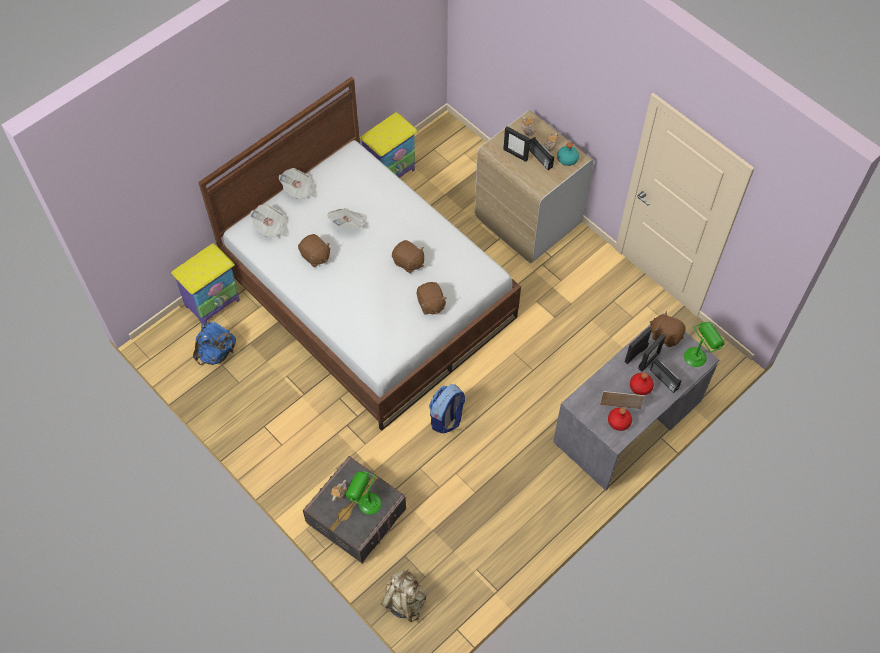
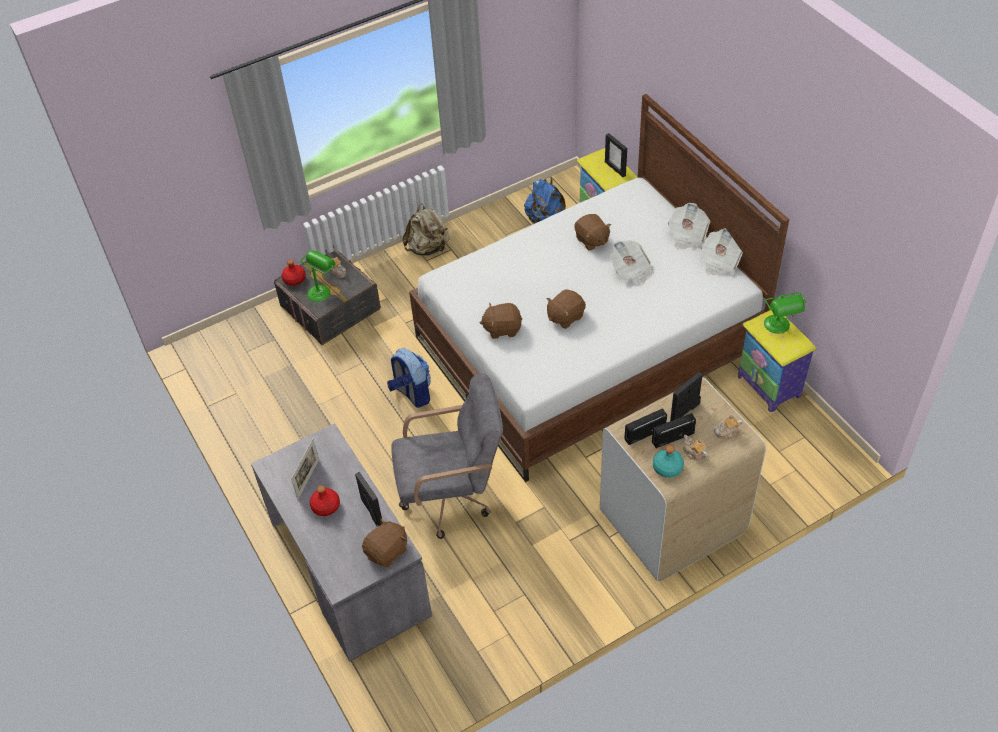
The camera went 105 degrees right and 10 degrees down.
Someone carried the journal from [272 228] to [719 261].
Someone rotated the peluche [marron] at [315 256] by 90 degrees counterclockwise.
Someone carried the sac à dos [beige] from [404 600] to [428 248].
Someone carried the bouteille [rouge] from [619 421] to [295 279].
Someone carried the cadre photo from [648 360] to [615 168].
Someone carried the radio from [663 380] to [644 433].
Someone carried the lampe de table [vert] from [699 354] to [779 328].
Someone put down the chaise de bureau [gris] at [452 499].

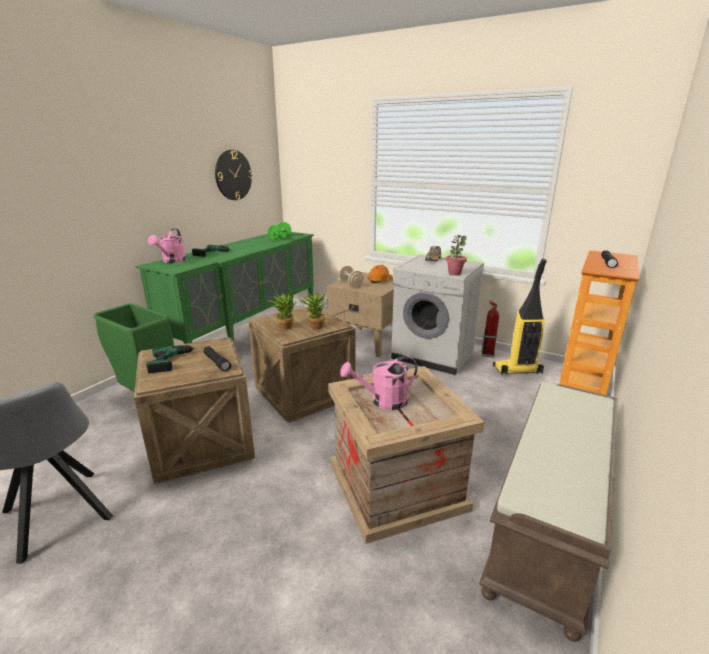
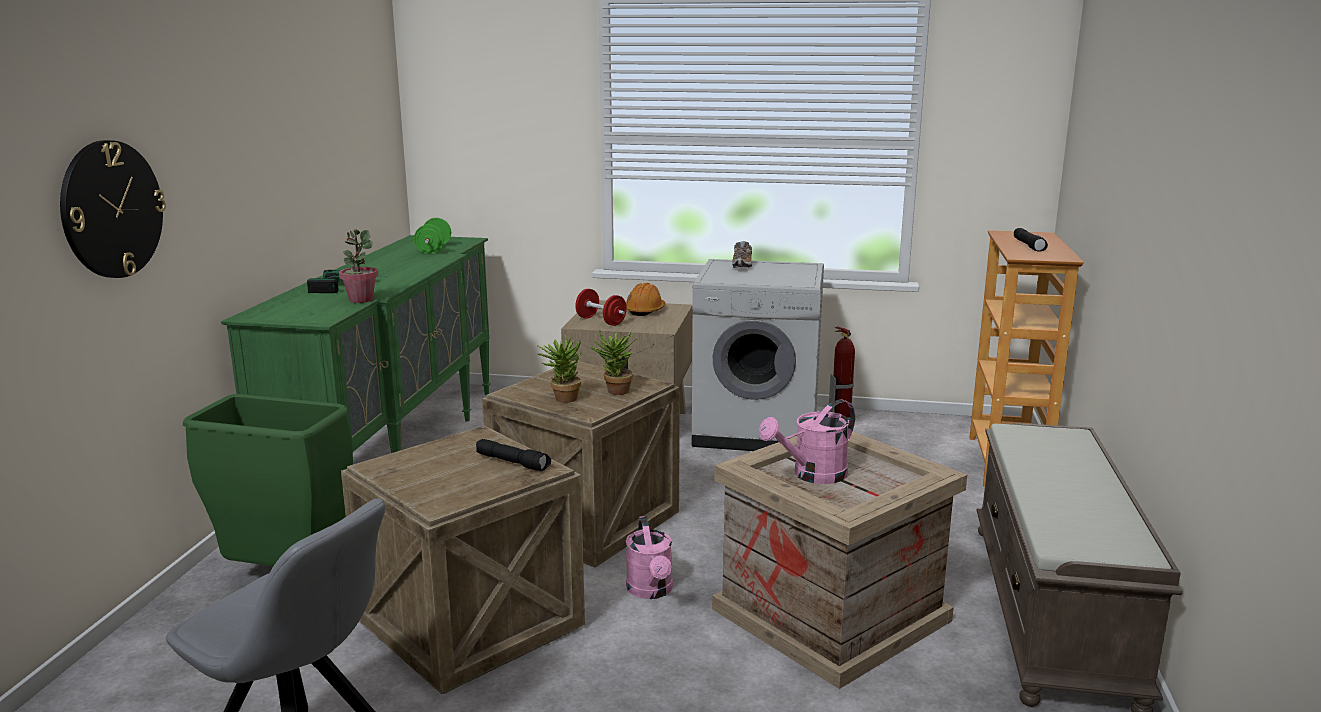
The camera went 20 degrees left and 5 degrees down.
Someone took away the perceuse at [176 361].
Someone carried the arrosoir [rose] from [172 261] to [651 591].
Someone carried the horloge murale from [233 175] to [112 209].
Someone repainted the haltère [beige] at [351 284], which became the haltère [rouge] at [601 321].
Someone carried the plante en pot from [454 273] to [361 300].
Someone took away the aspirateur at [517 370].

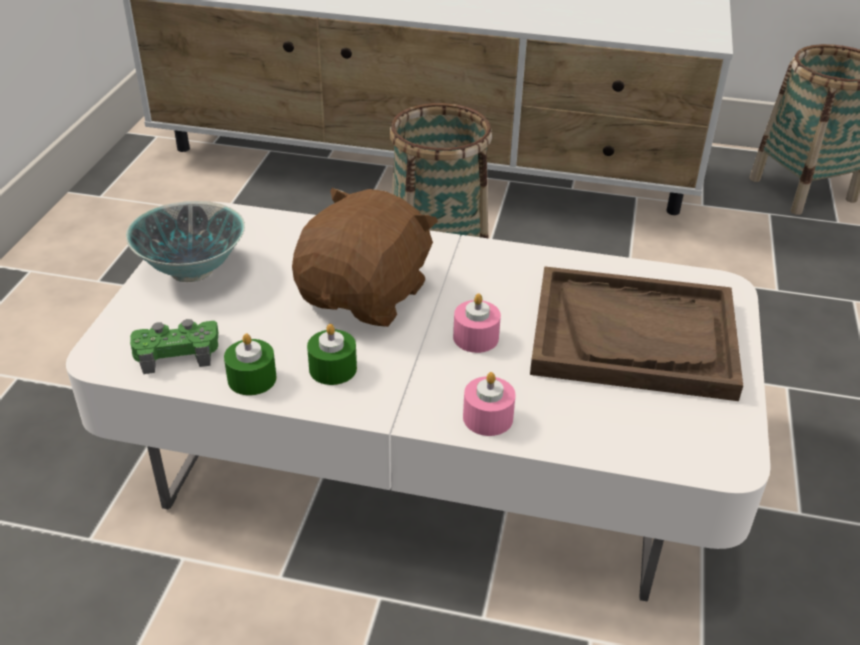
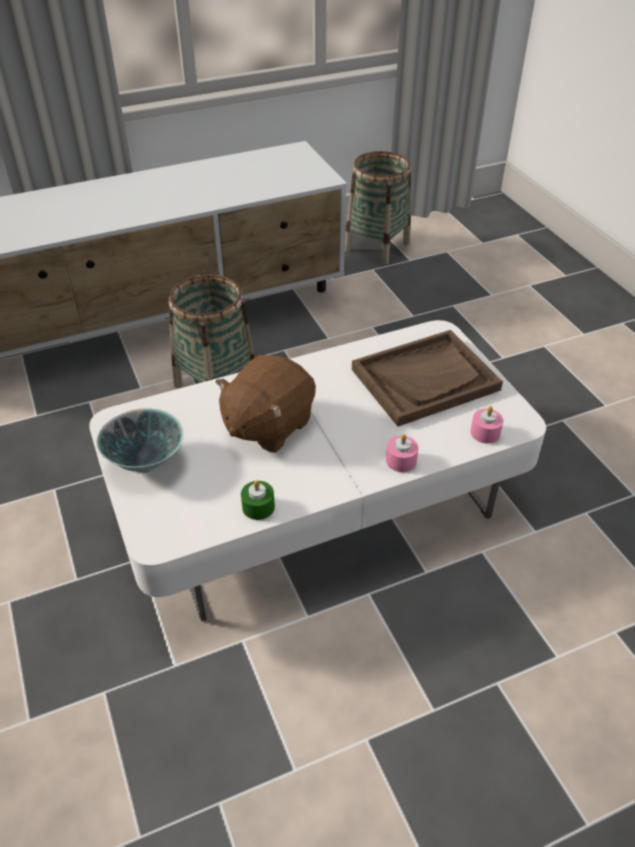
The camera went 35 degrees left and 5 degrees up.
Someone took away the manette [vert] at [177 352].
Someone rotated the peluche [marron] at [366 296] by 135 degrees counterclockwise.
Someone took away the bougie [vert] at [333 368].
Someone carried the bougie [rose] from [476 337] to [485 433].

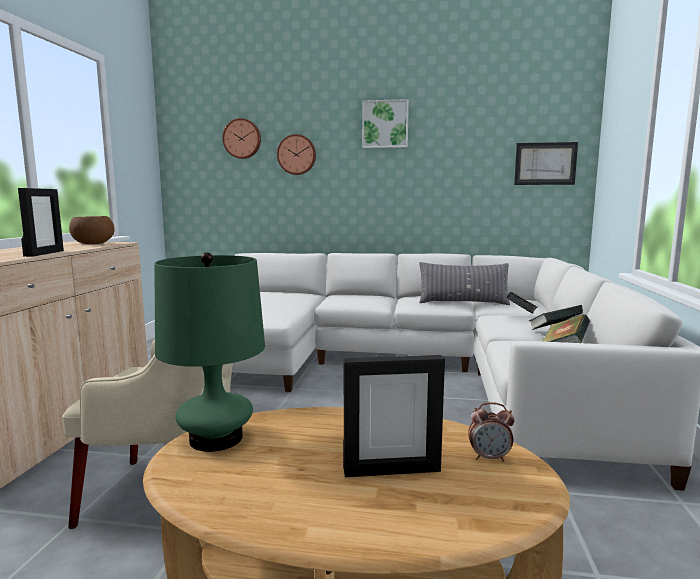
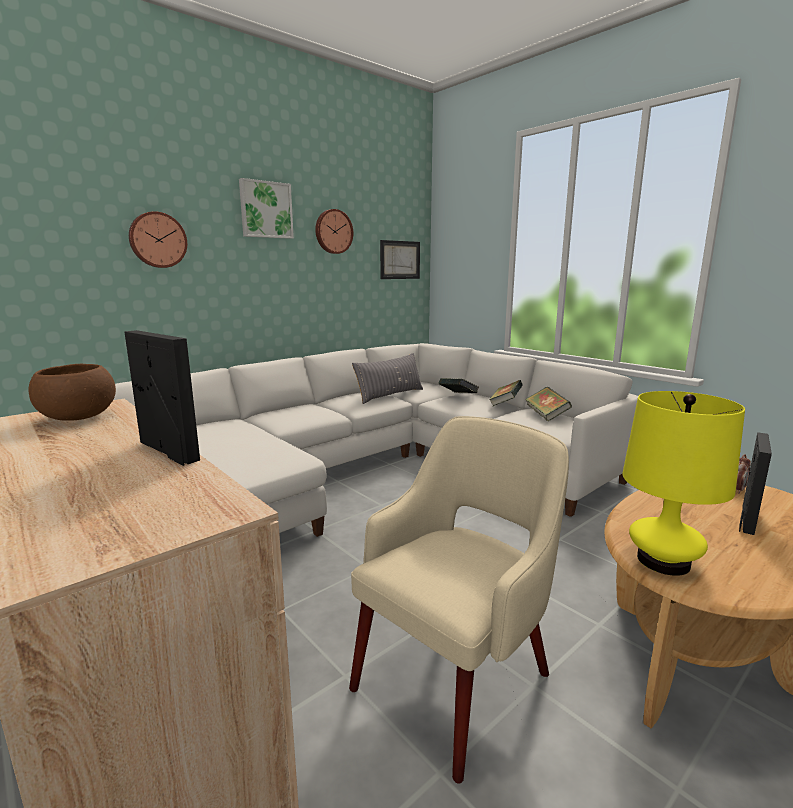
The camera went 50 degrees left and 5 degrees up.
Someone repainted the lampe de table [vert] at [216 438], which became the lampe de table [jaune] at [663 561].
Someone carried the horloge murale from [242 139] to [333 231].

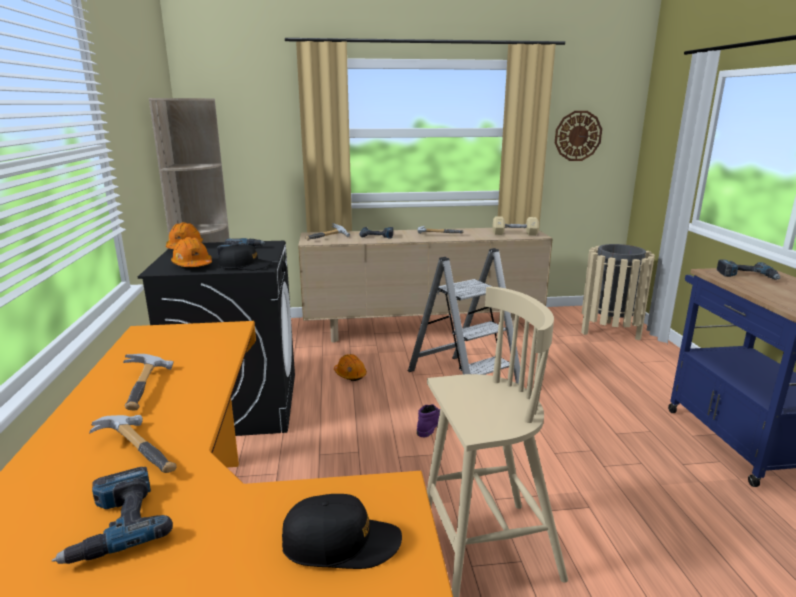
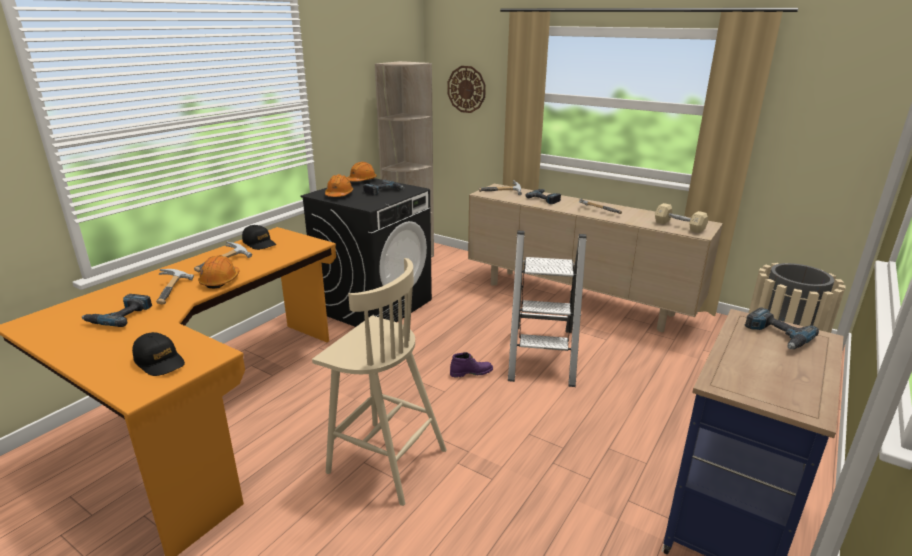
The camera went 40 degrees right and 5 degrees up.
Someone carried the casquette [noir] from [245 266] to [259 243].
Someone carried the casque de chantier [orange] from [350 374] to [220 281].
Someone carried the horloge murale from [577 136] to [466 89].

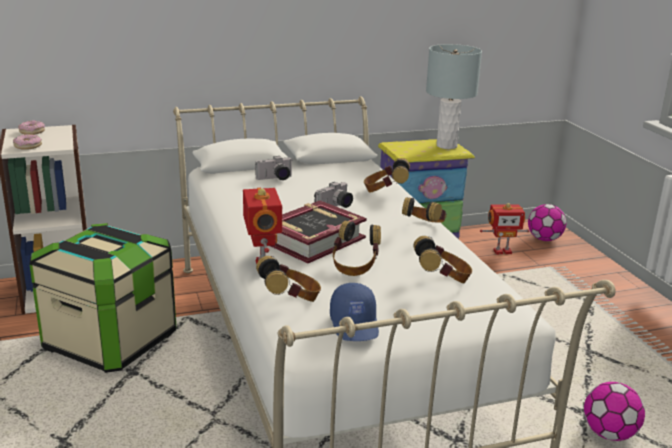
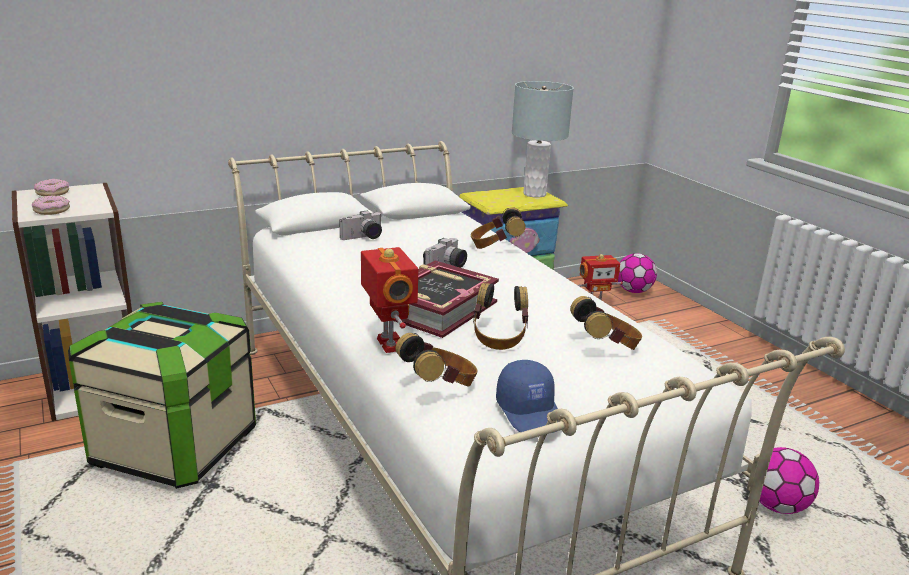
The camera went 10 degrees left and 0 degrees up.
Someone took away the casque audio at [424 228].

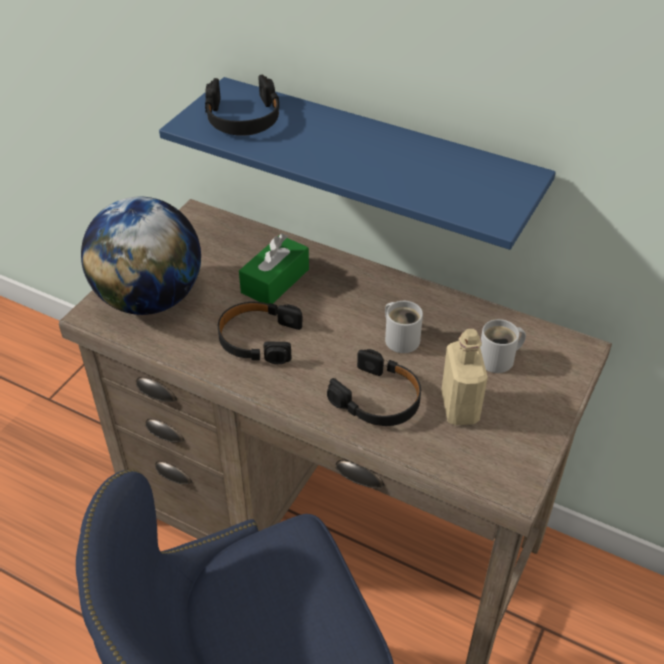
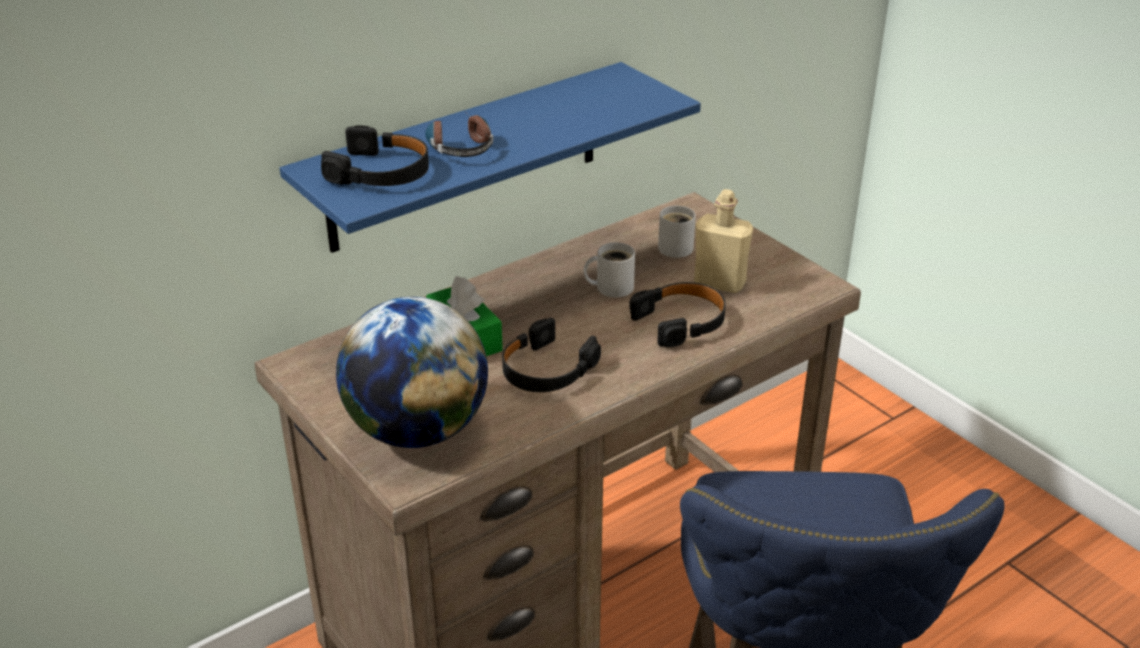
The camera went 65 degrees left and 10 degrees down.
Someone put down the casque audio at [459 145].

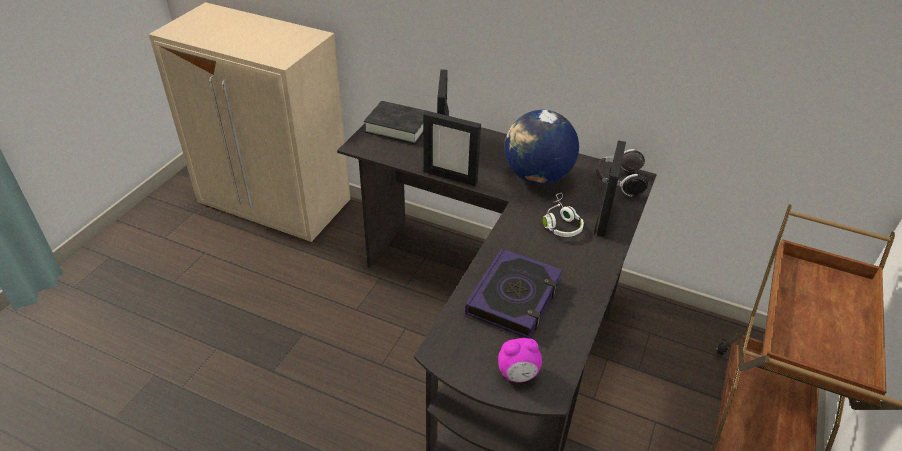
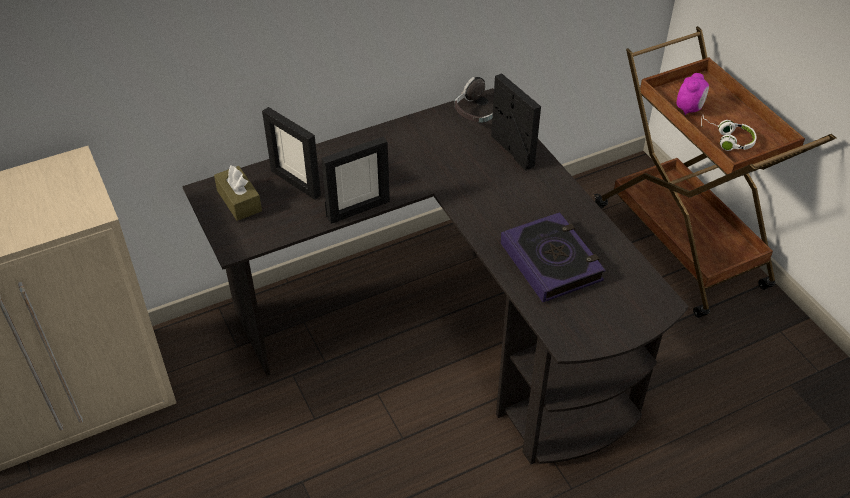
The camera went 50 degrees left and 5 degrees up.
Someone swapped the livre [noir] at [398 127] for the boîte à mouchoirs [marron] at [239 201].
Someone carried the réveil from [518 374] to [689 108].
Someone took away the globe at [537 176].
Someone carried the casque audio [blanc] from [560 223] to [726 139].

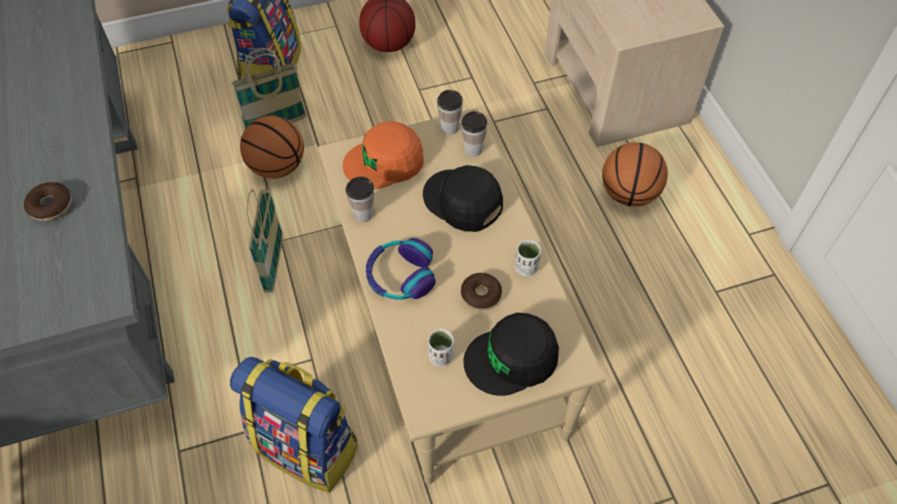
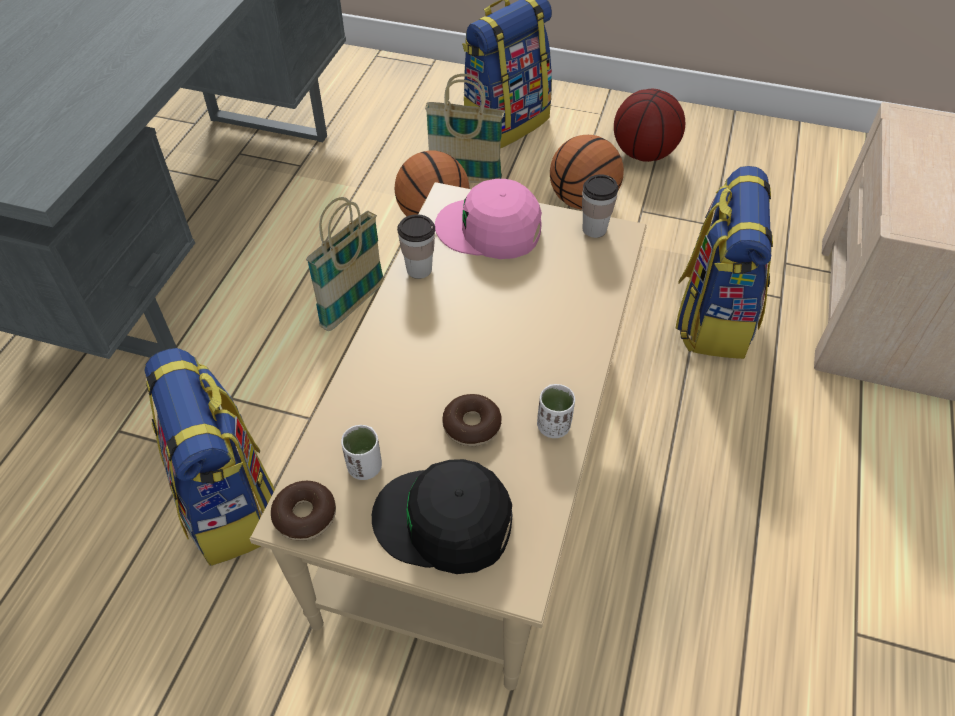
The camera went 35 degrees right and 5 degrees down.
Someone carried the beignet from [51 206] to [305 515].
Someone repainted the casquette [orange] at [385 162], which became the casquette [rose] at [490 229].
Someone took away the casque audio at [400 276].
Someone took away the casquette [noir] at [463 201].
Someone took away the tasse at [473 149].
Someone carried the ballon de basket from [629 194] to [582 201].
Someone put down the sac à dos at [712 317].

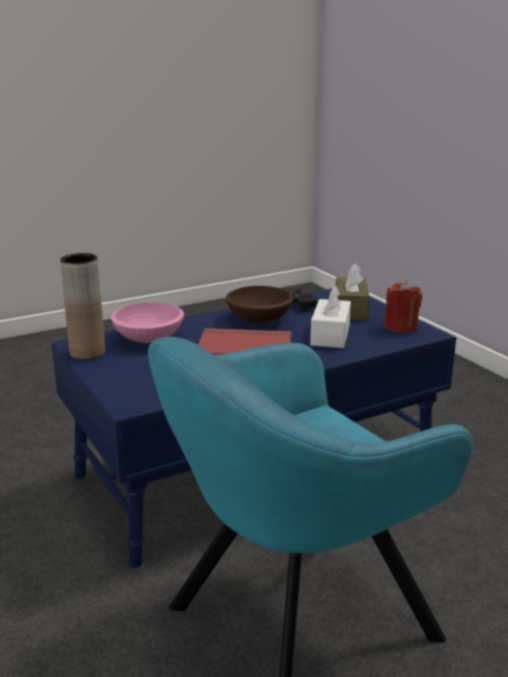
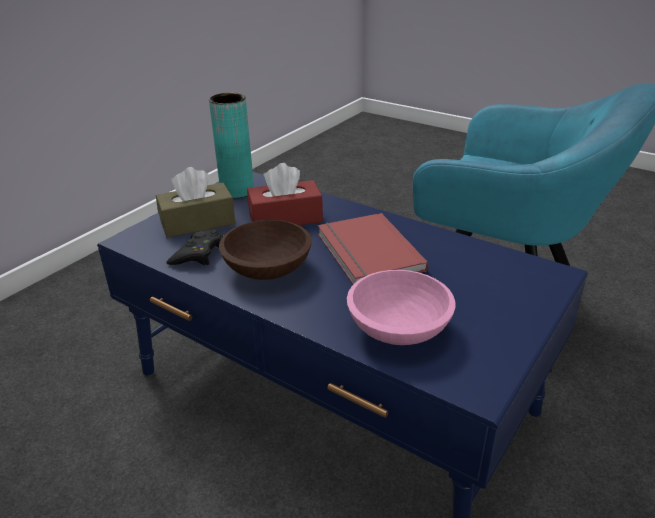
The camera went 115 degrees left and 10 degrees up.
Someone took away the vase [marron] at [87 353].
Someone repainted the boîte à mouchoirs [blanc] at [330 335], which became the boîte à mouchoirs [rouge] at [285 218].
Someone swapped the bougie [rouge] at [400 327] for the vase [turquoise] at [237 191].

